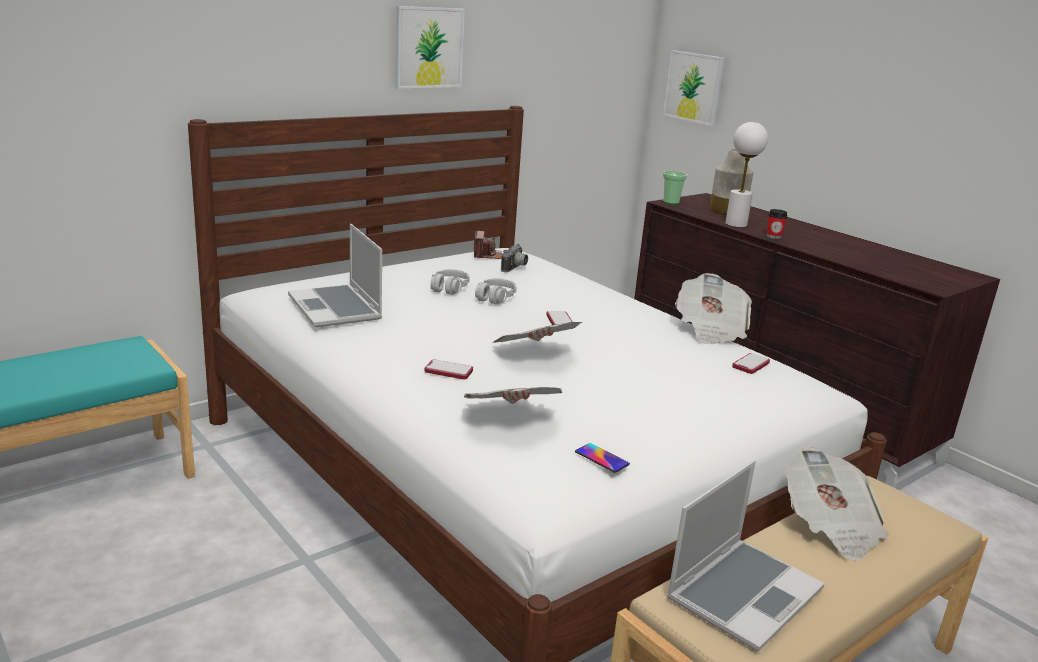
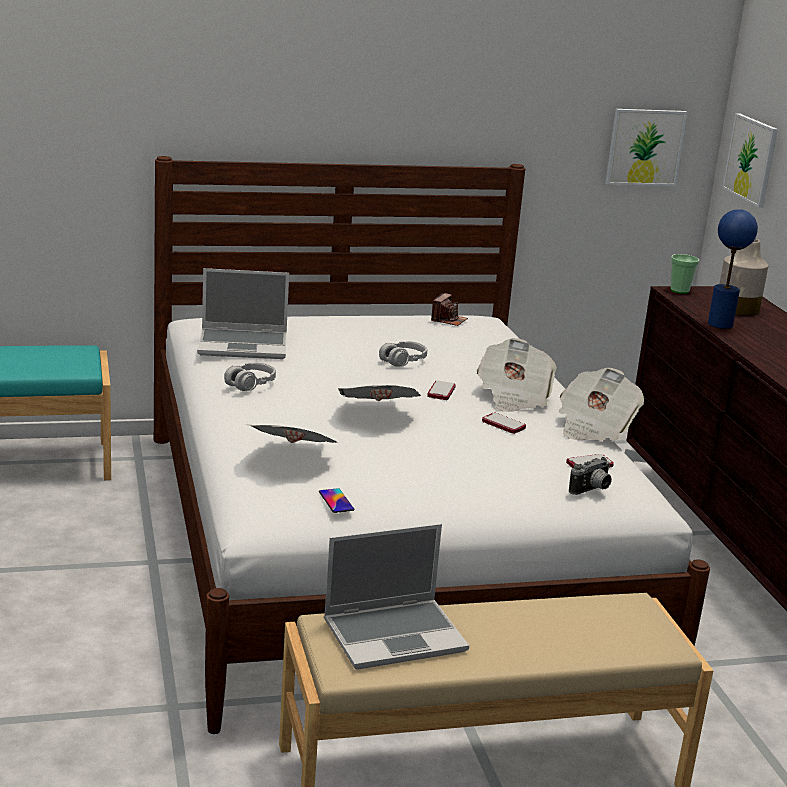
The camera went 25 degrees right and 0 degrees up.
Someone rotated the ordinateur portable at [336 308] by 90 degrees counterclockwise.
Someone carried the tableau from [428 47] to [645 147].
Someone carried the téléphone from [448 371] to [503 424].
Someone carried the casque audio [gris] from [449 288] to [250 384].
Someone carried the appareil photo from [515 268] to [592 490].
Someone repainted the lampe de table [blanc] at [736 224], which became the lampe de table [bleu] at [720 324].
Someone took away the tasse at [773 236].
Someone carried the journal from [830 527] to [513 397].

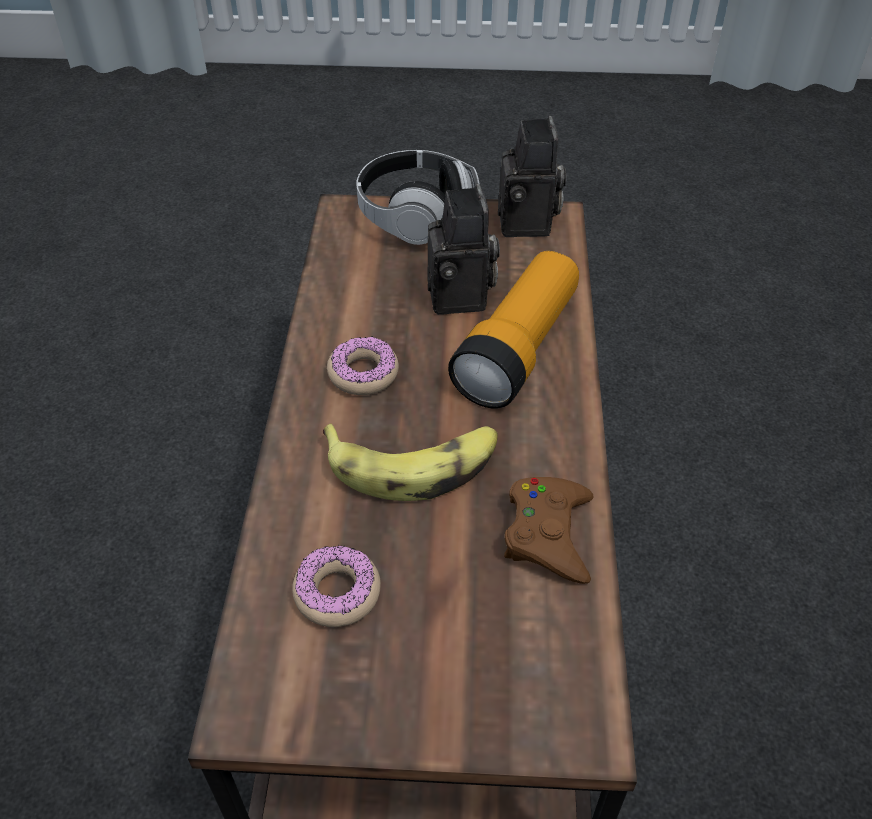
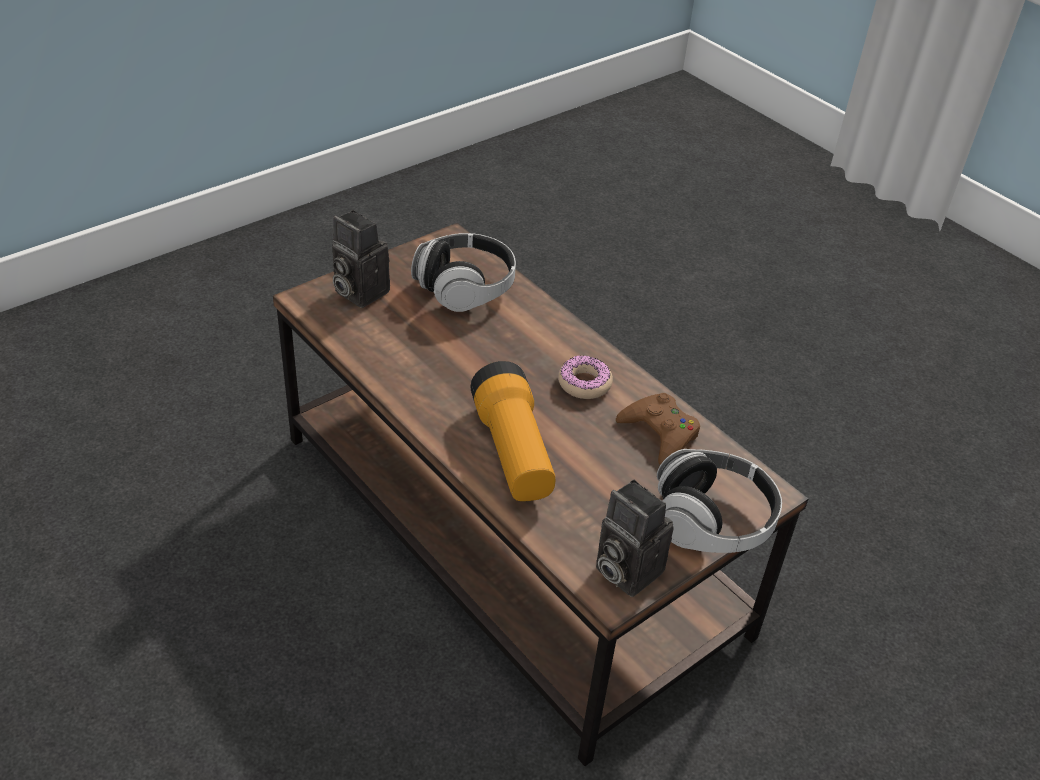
The camera went 135 degrees right and 5 degrees down.
Someone swapped the beignet at [337 593] for the casque audio at [465 288].
Someone took away the banane at [414 464].
Someone carried the appareil photo from [462 298] to [357 291].
Someone carried the manette [marron] from [548 534] to [659 433].

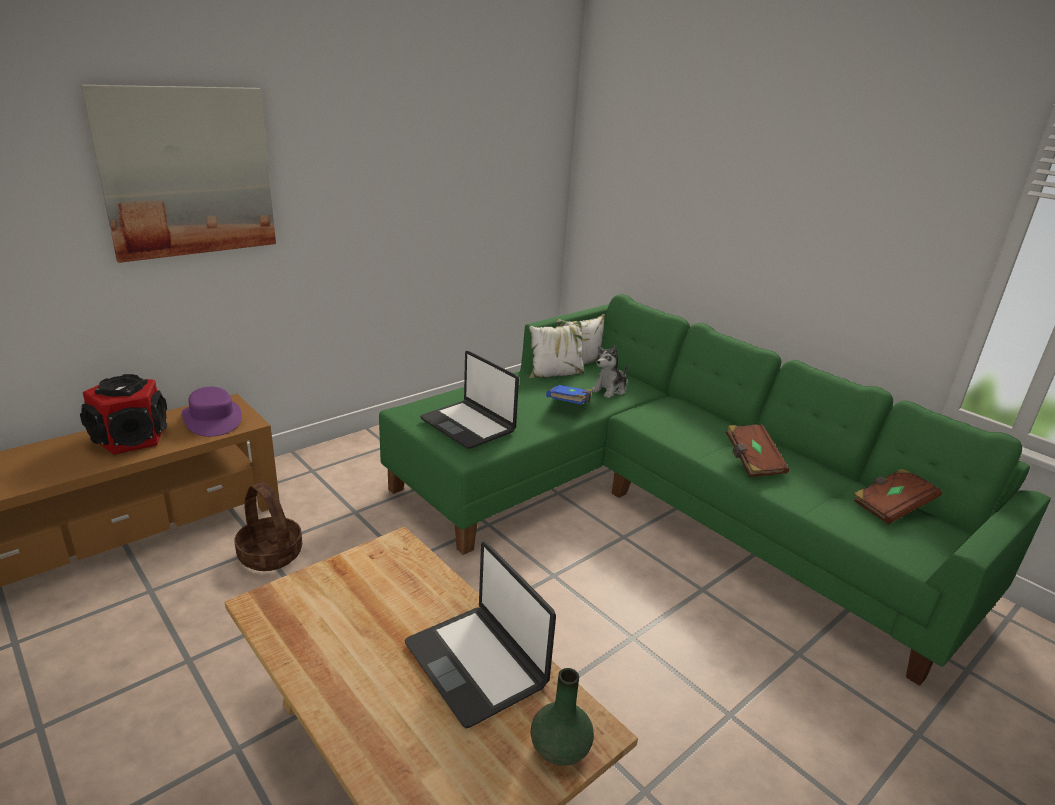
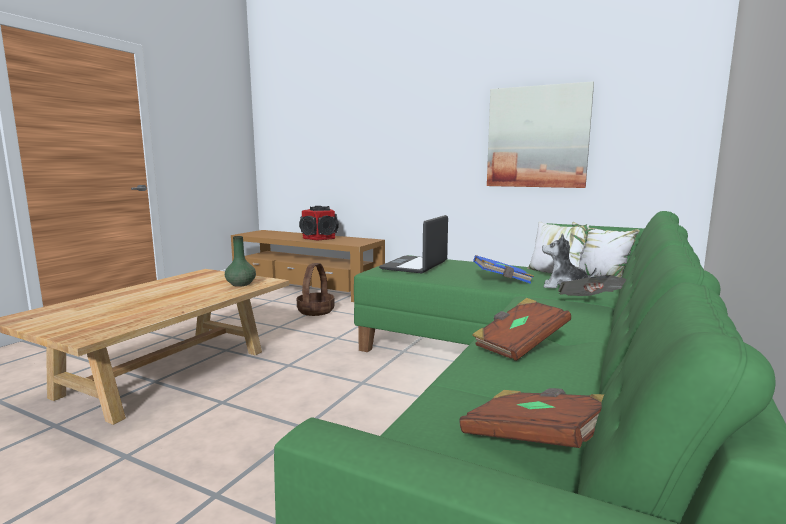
The camera went 70 degrees right and 15 degrees down.
Someone carried the tableau from [188 172] to [537 137].
Someone took away the chapeau [violet] at [213 419].
Someone took away the ordinateur portable at [476 664].
Someone carried the vase [vert] from [559 748] to [240 284].
Someone put down the journal at [589 304].

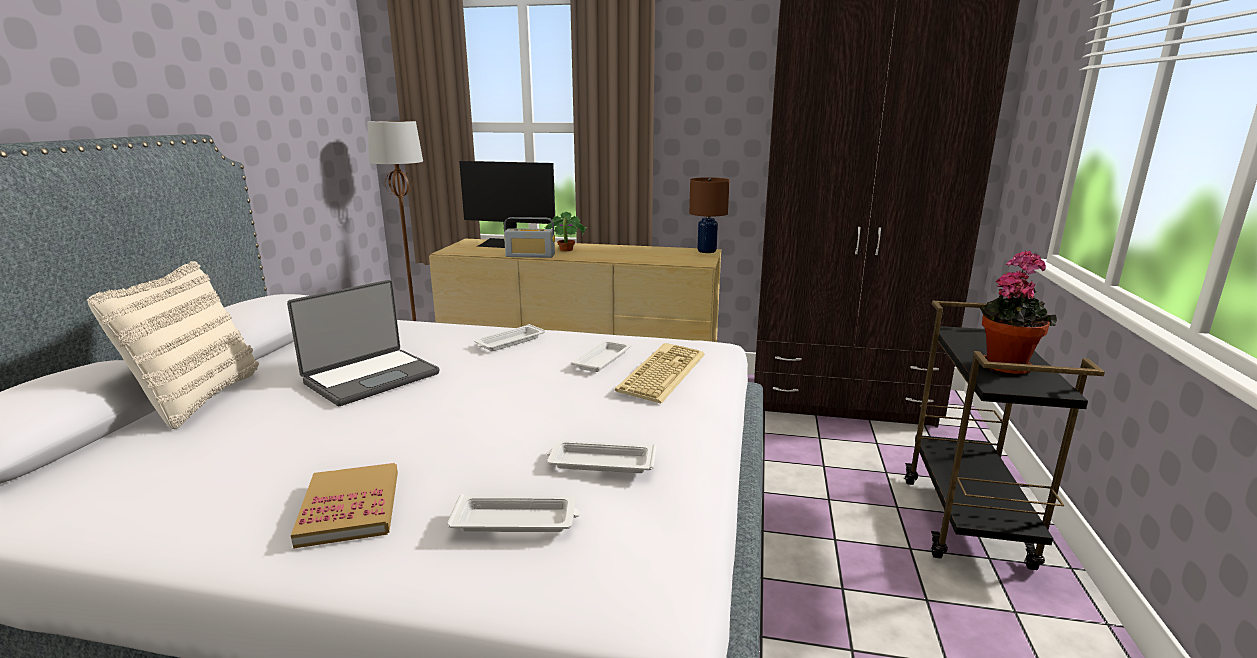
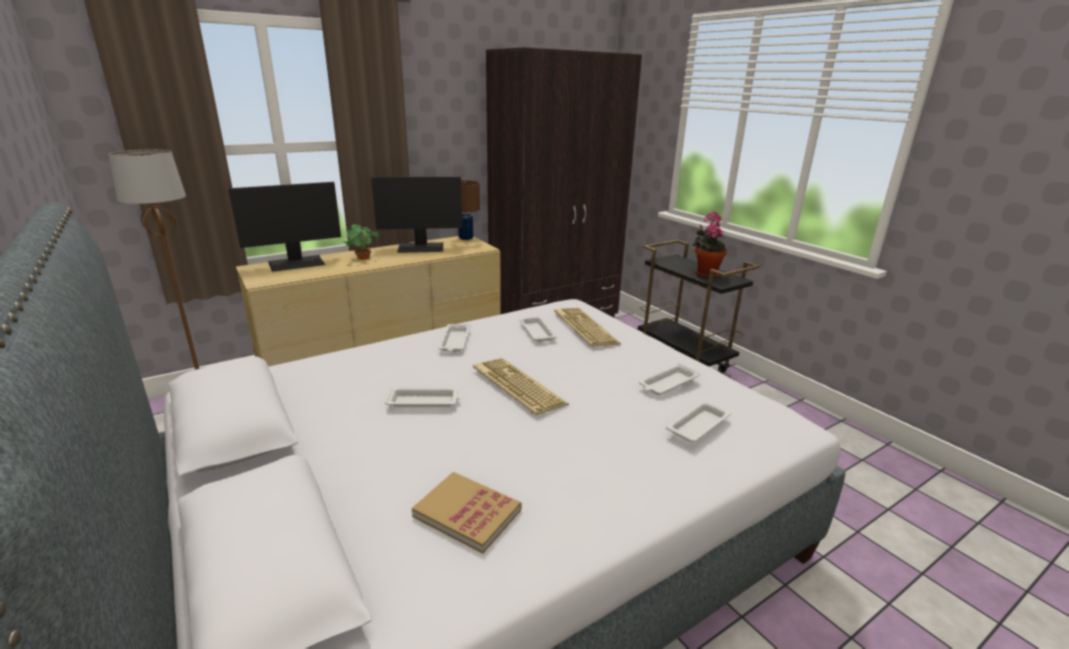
The camera went 45 degrees left and 5 degrees up.
Someone took away the coussin [beige] at [199 399].
Someone swapped the ordinateur portable at [370 377] for the plateau [blanc] at [424 401].
Someone carried the livre from [350 508] to [467 513].
Someone took away the radio at [530 256].
Someone put down the écran d'ordinateur at [421 248].
Someone put down the clavier at [516 386].

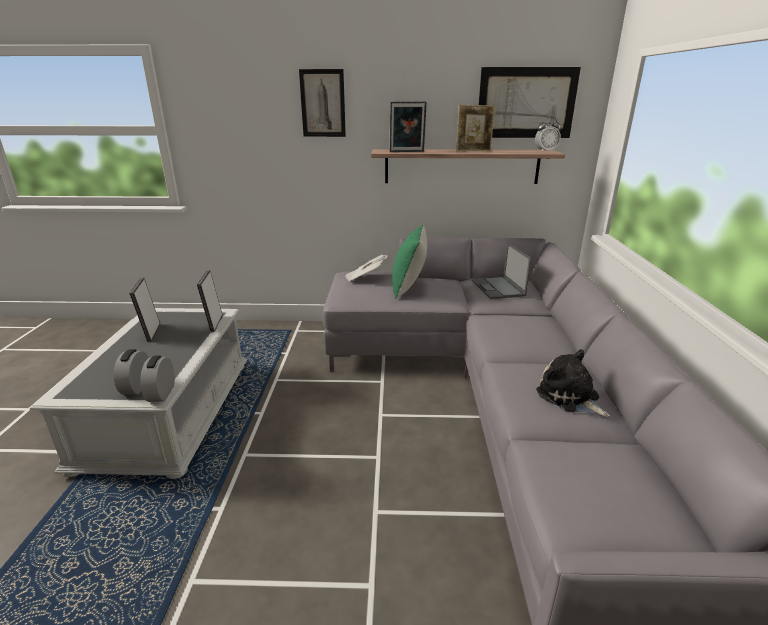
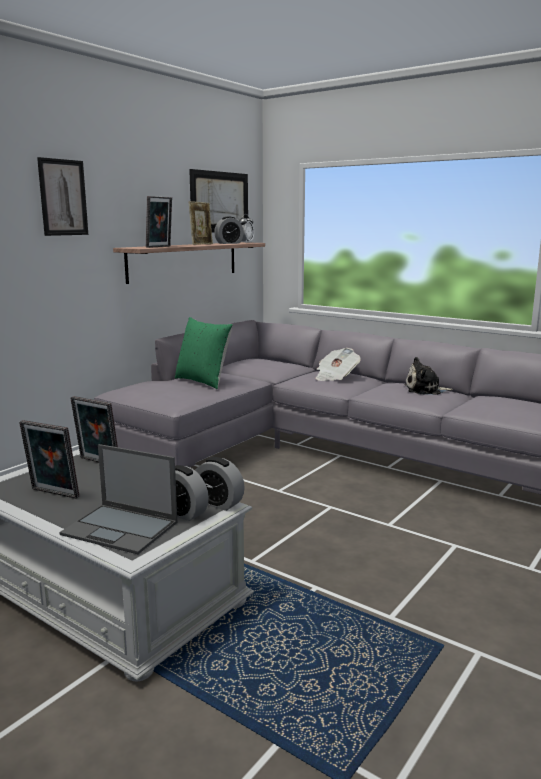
The camera went 55 degrees left and 10 degrees down.
Someone carried the journal from [365 278] to [335 377].
Someone carried the ordinateur portable from [498 288] to [121 528].
Someone put down the réveil at [229 243].

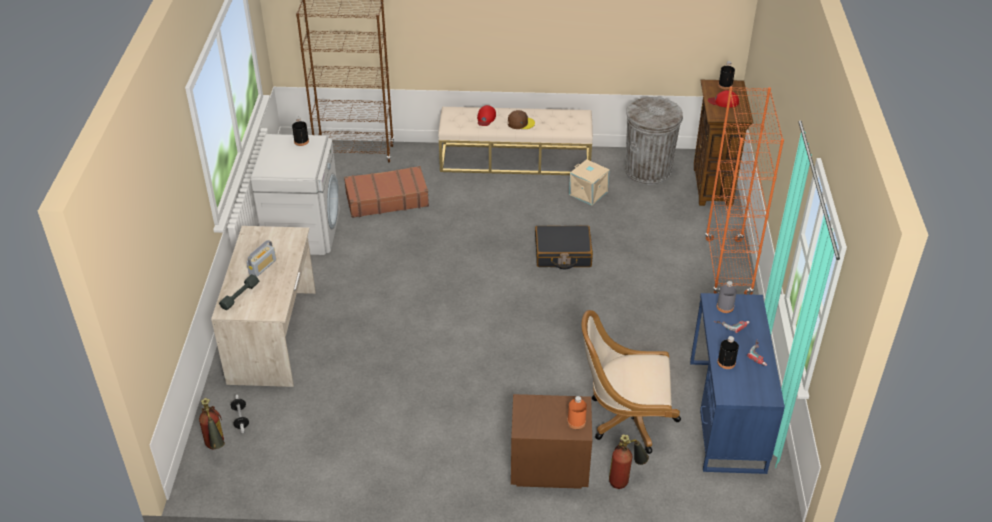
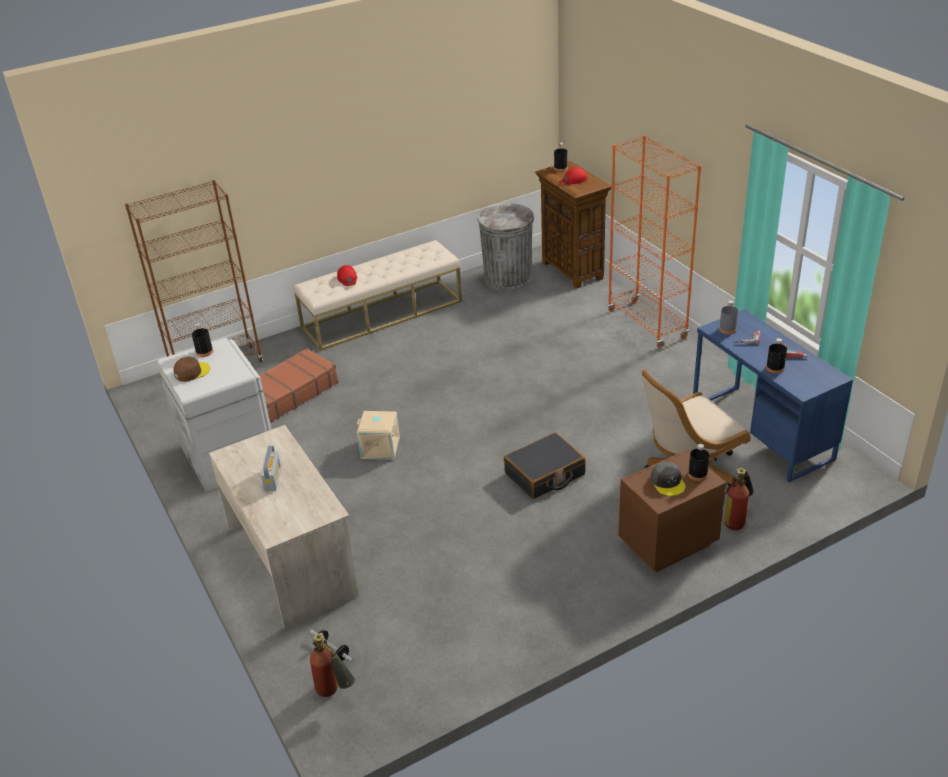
The camera went 30 degrees left and 5 degrees down.
Someone took away the haltère [gris] at [240 296].
Someone carried the casquette [marron] from [520 123] to [191 372].
Someone carried the valise [noir] from [562 254] to [545 474].
Someone repainted the bouteille [orange] at [576 422], which became the bouteille [noir] at [697 474].
Someone carried the boîte de rangement [beige] from [588 193] to [380 447].
Someone put down the casquette [gris] at [667 482].

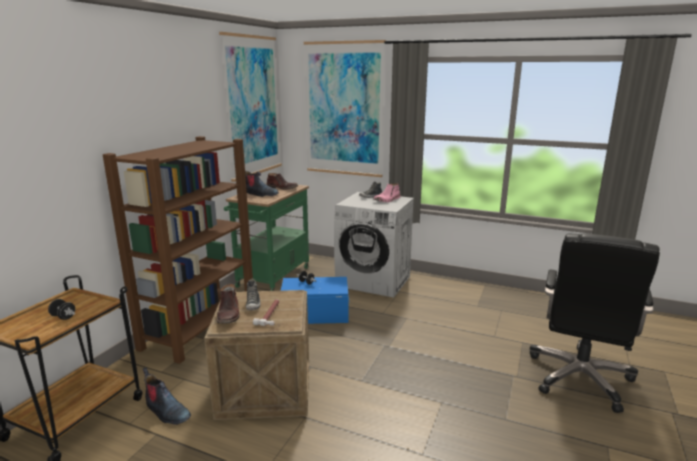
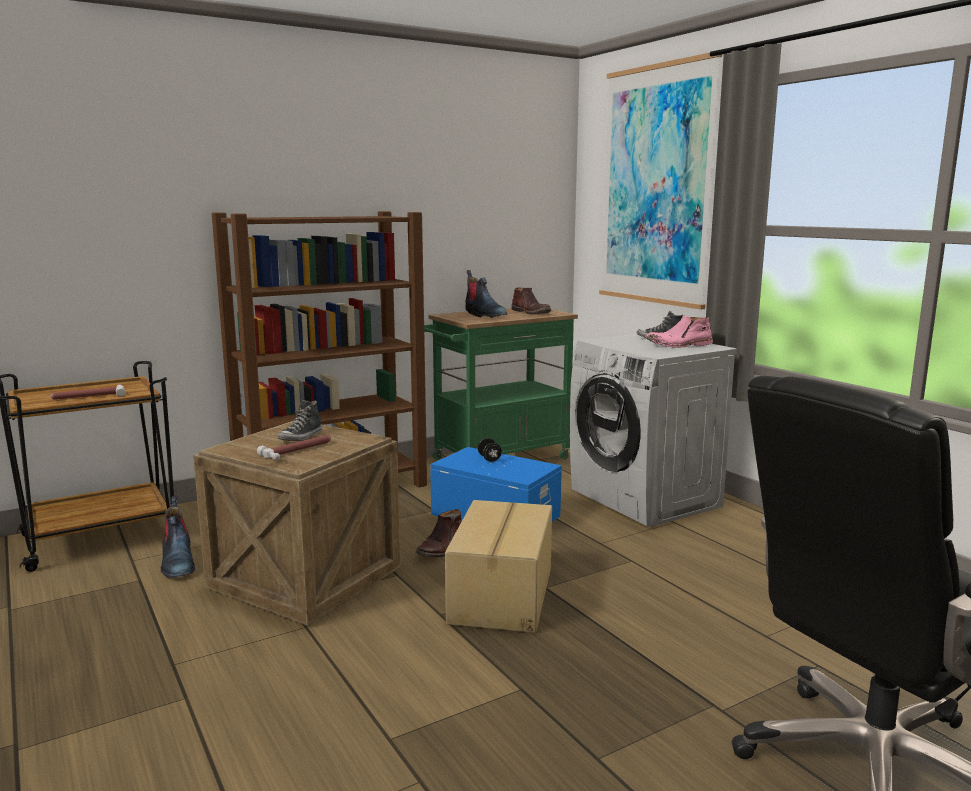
The camera went 35 degrees right and 5 degrees down.
Someone swapped the haltère [noir] at [63 317] for the marteau at [88 396].
Someone carried the botte [marron] from [229 314] to [442 548].
Someone took away the tableau at [252 107].
Someone put down the carton at [503 595].

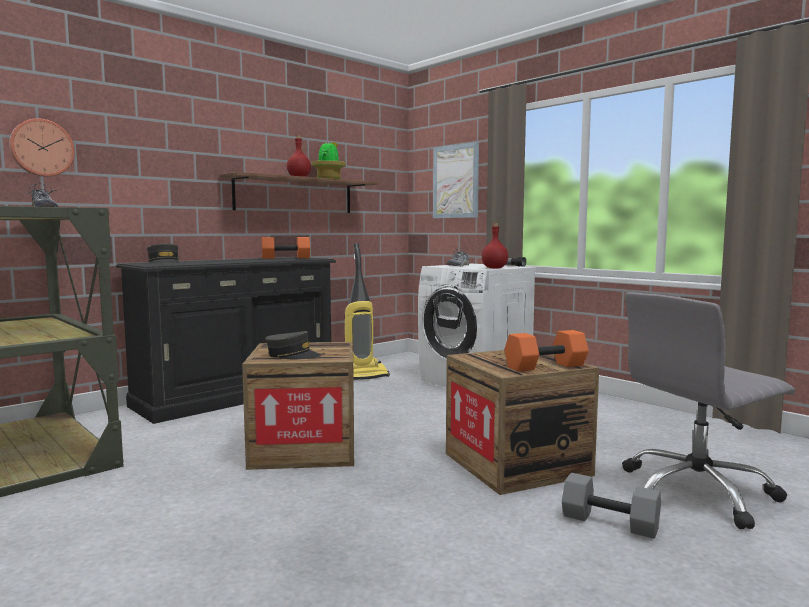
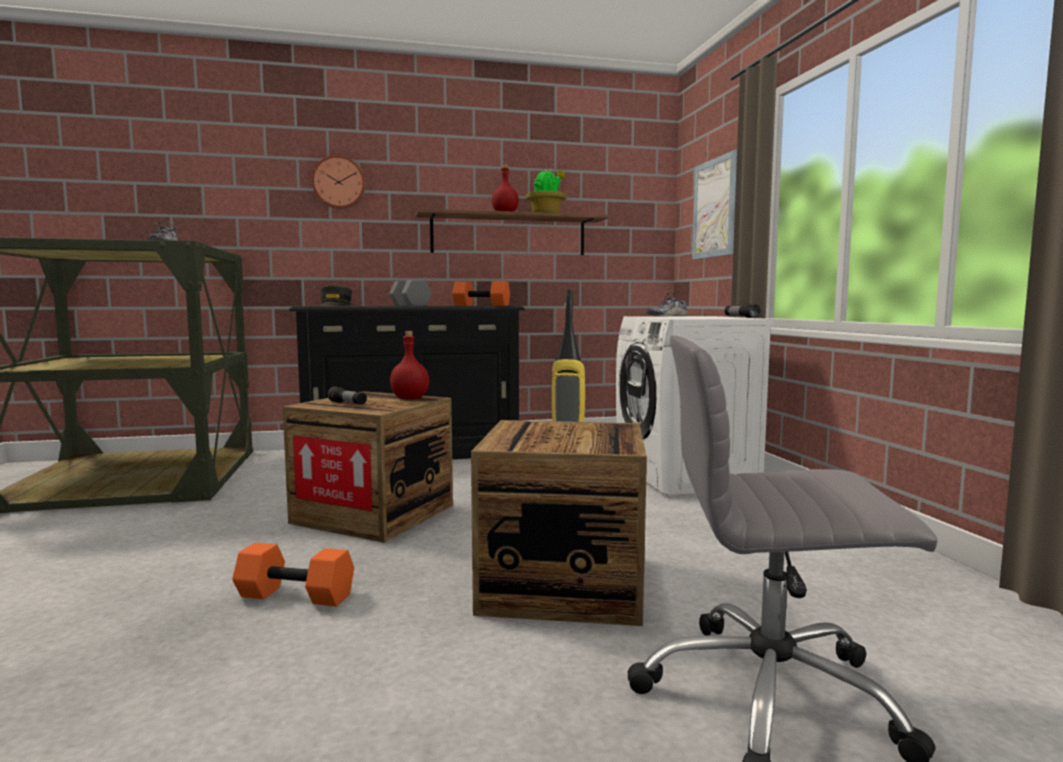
The camera went 30 degrees right and 0 degrees up.
Someone carried the horloge murale from [42 148] to [339 182].
Someone swapped the casquette [gris] at [292 355] for the lampe de poche at [348 404].
Someone carried the bouteille [rouge] from [495 268] to [410 398].
Someone carried the haltère [orange] from [545 366] to [297 595].
Someone carried the haltère [gris] from [611 522] to [411 306].

